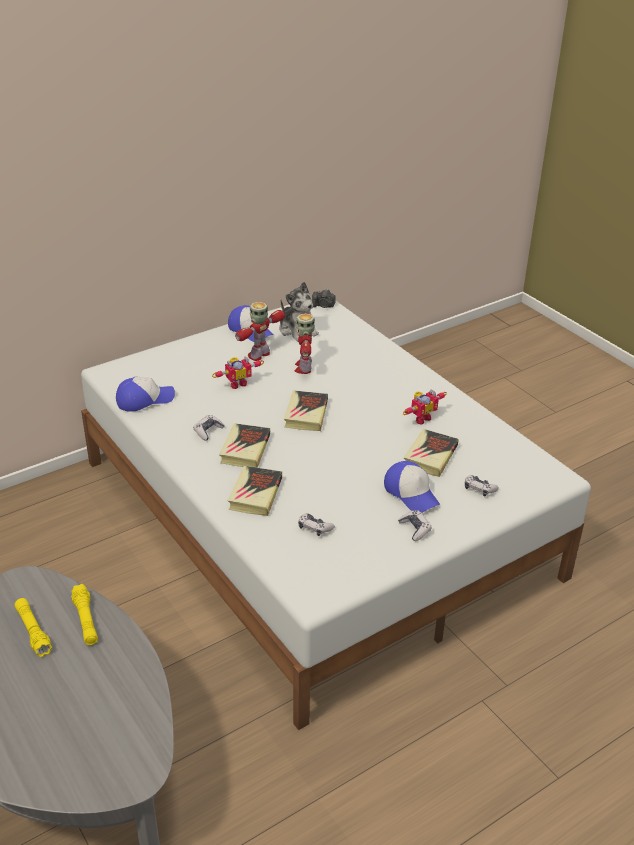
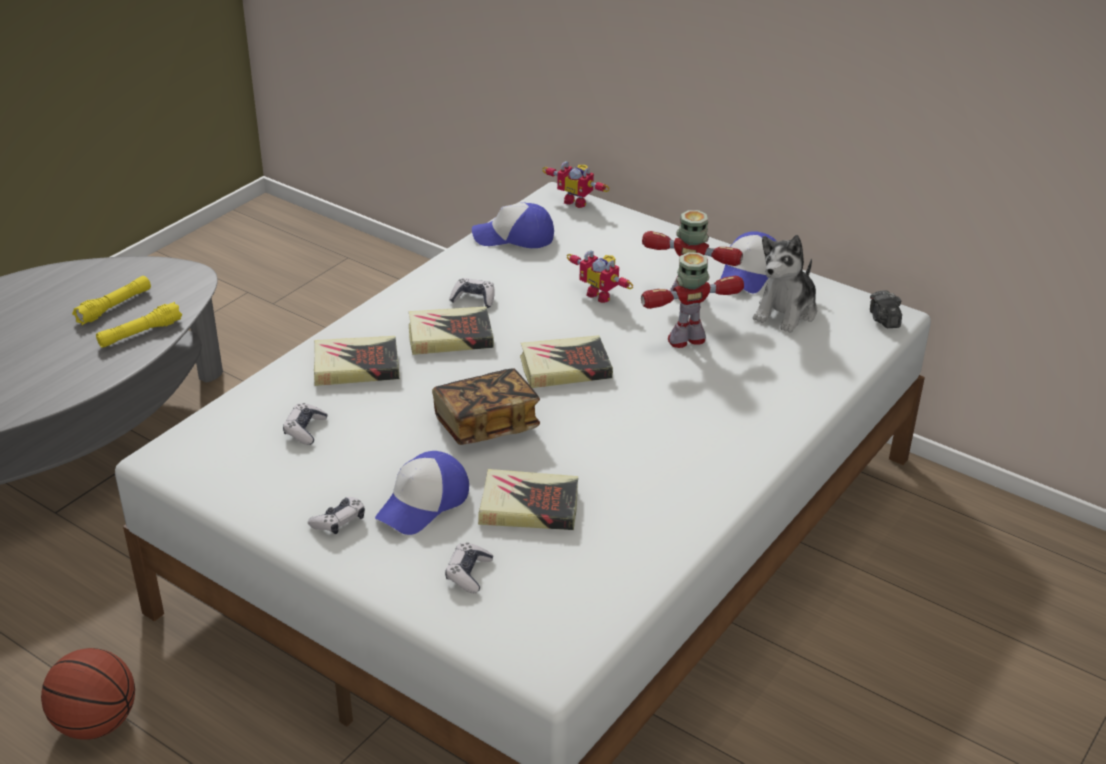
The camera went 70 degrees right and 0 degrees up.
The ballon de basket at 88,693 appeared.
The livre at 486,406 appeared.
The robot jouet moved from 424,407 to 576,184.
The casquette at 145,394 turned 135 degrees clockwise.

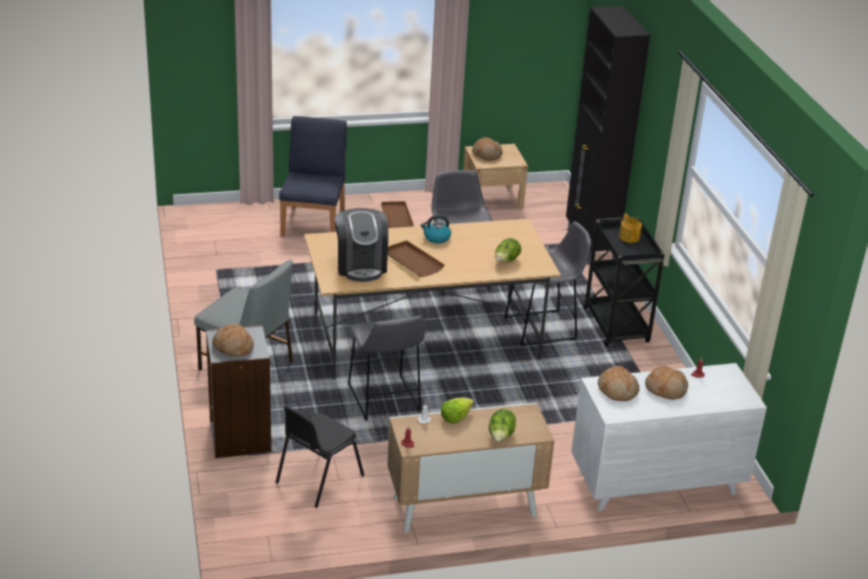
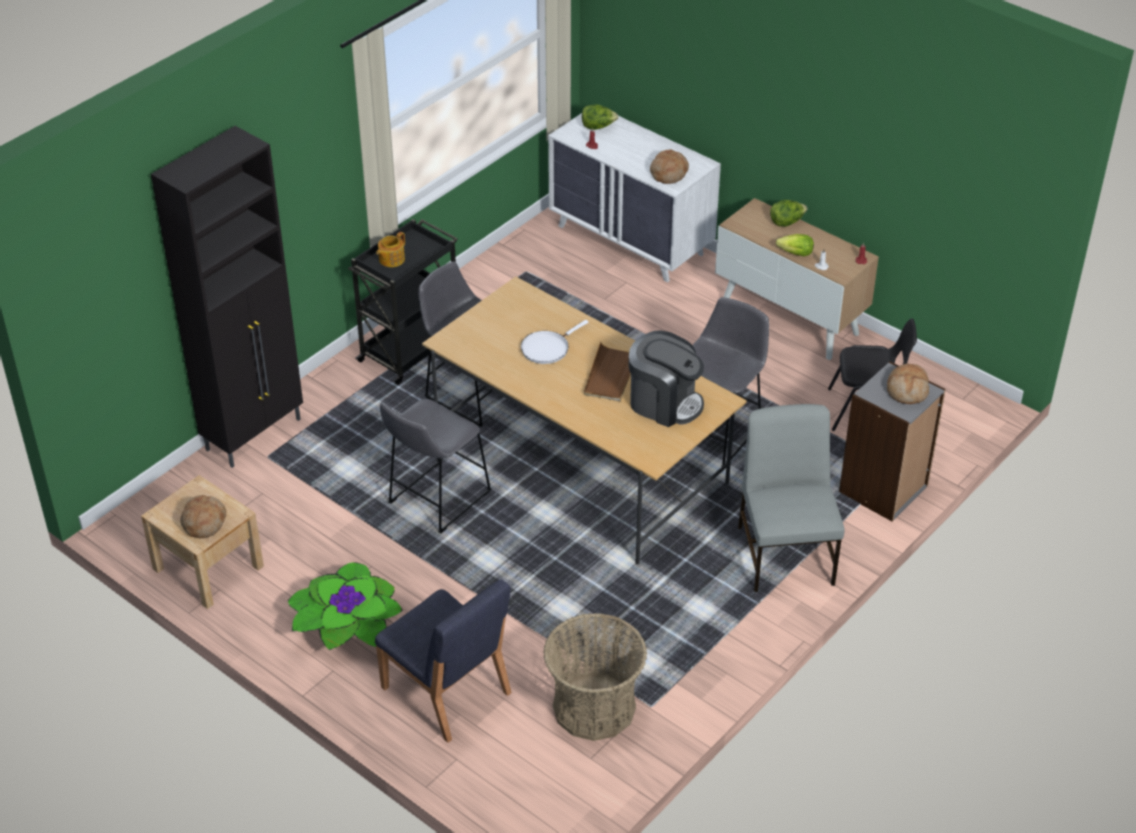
The camera went 125 degrees left and 10 degrees up.
The bouilloire at 435,229 disappeared.
The pain at 666,382 disappeared.
The poêle [blanc] at 555,342 appeared.
The panier at 595,677 appeared.
The laitue moved from 508,250 to 600,117.
The plateau [marron] at 397,214 was replaced by the plante en pot at 345,606.
The chaise [bleu] at 313,176 turned 105 degrees counterclockwise.
The machine à café at 361,245 turned 75 degrees clockwise.

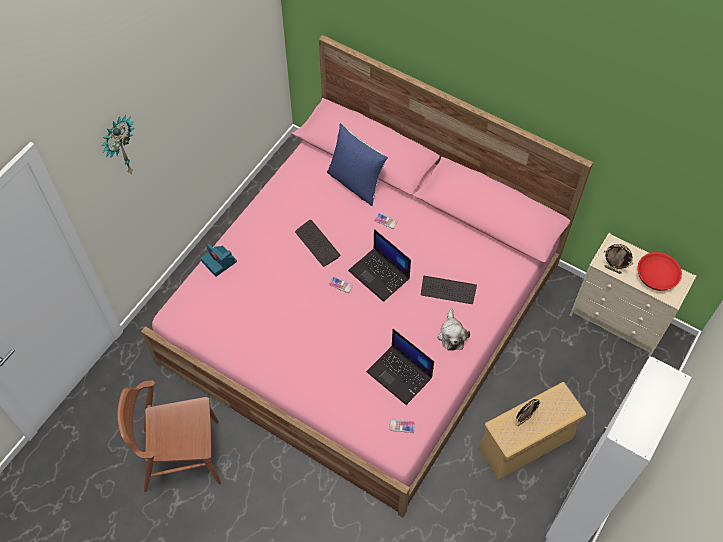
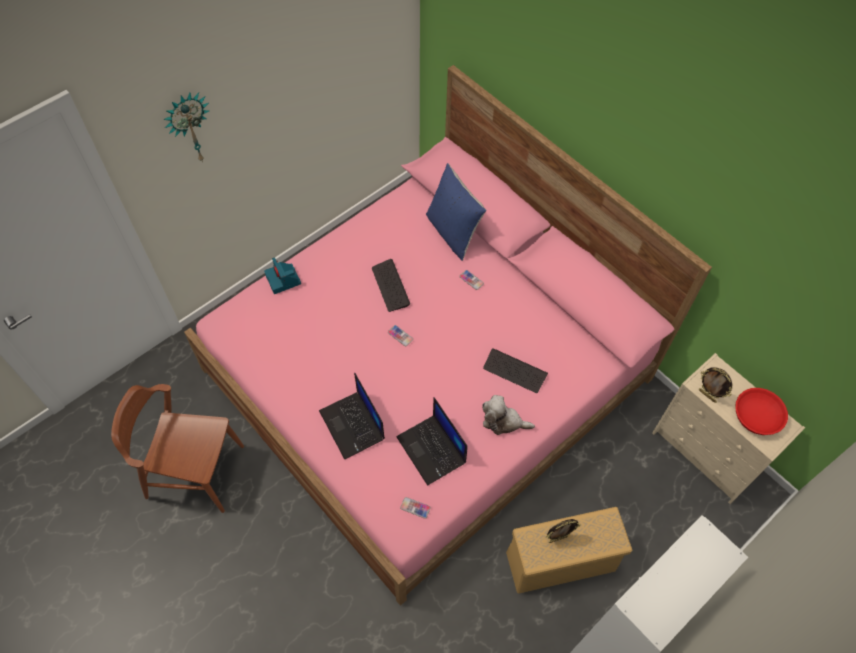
The camera went 15 degrees right and 0 degrees up.
The ordinateur portable moved from 379,265 to 352,416.
The peluche at 453,329 turned 90 degrees clockwise.

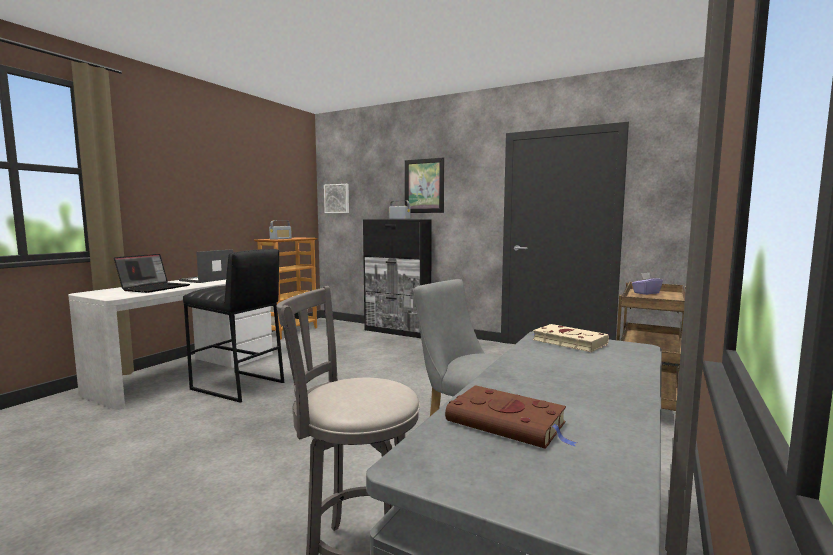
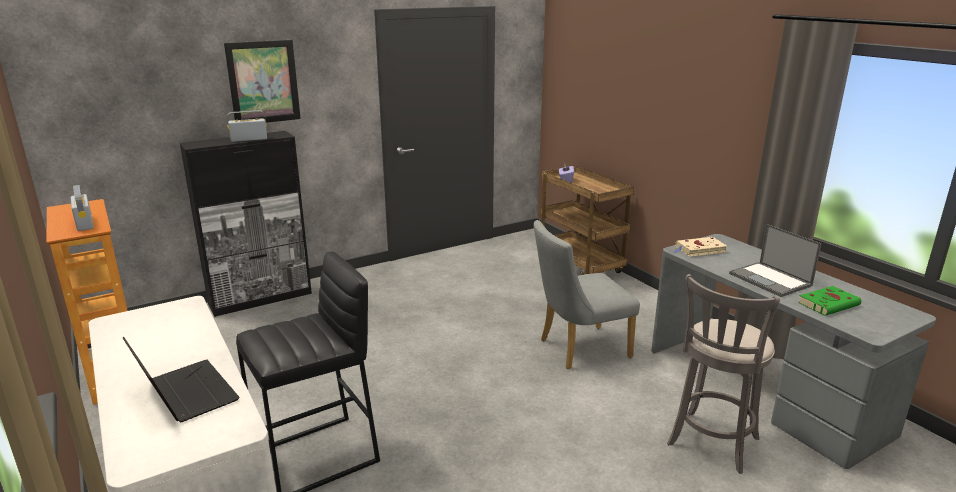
The camera went 60 degrees left and 15 degrees up.
The tableau at 336,198 disappeared.
The ordinateur portable moved from 206,266 to 775,260.
The livre [marron] at 511,417 became the livre [vert] at 829,301.

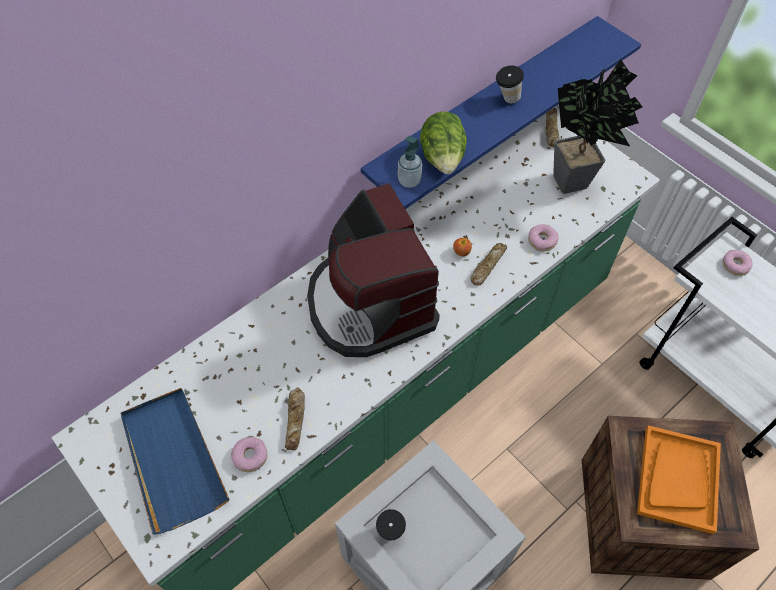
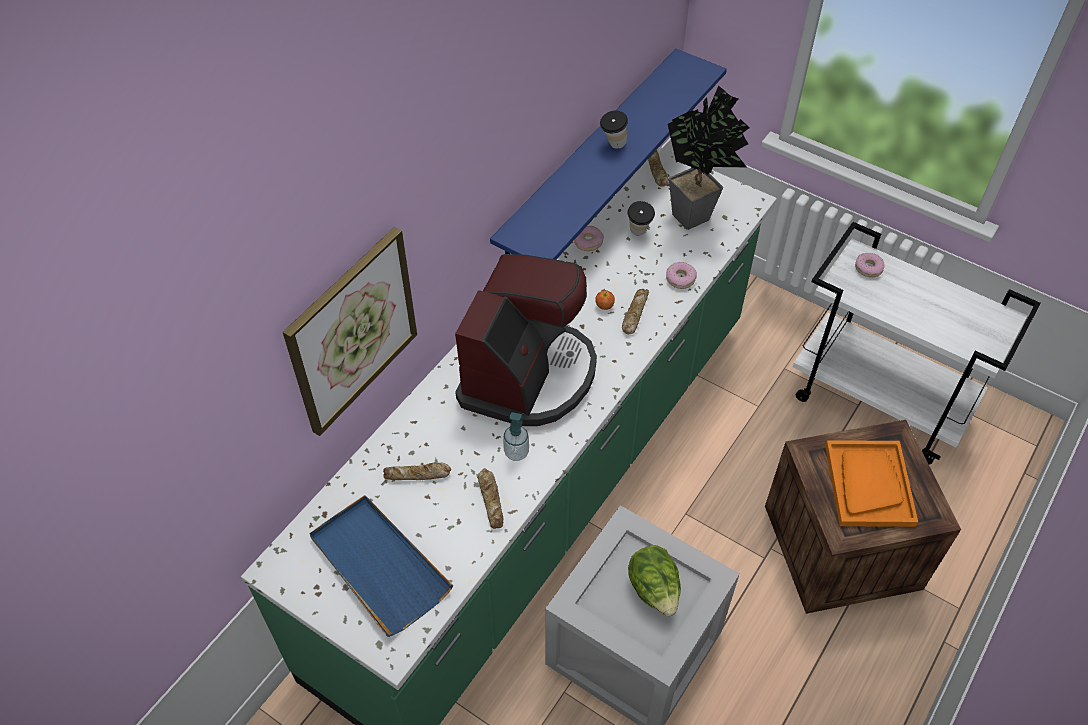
The camera went 15 degrees left and 5 degrees down.
The tableau at 350,331 appeared.
The pain at 417,471 appeared.
The beignet moved from 249,454 to 589,238.
The tasse moved from 391,525 to 641,218.
The distributeur de savon moved from 410,162 to 516,436.
The laitue moved from 443,142 to 654,580.
The machine à café at 373,270 turned 120 degrees counterclockwise.

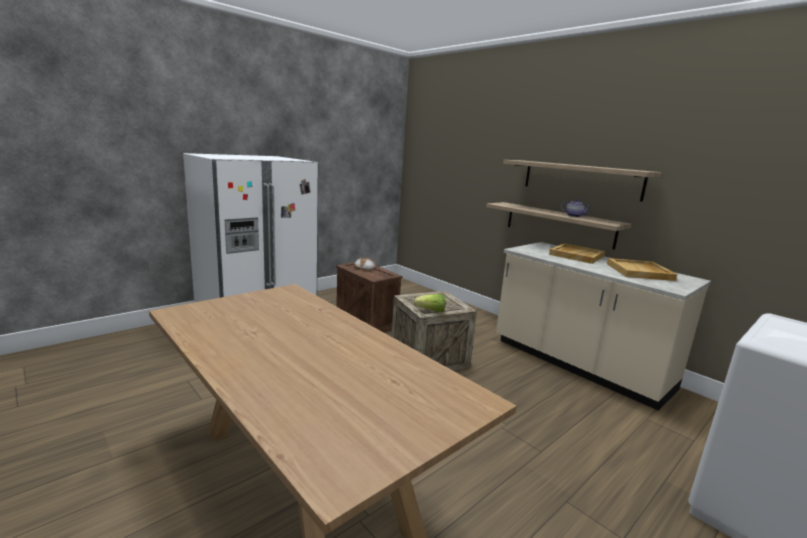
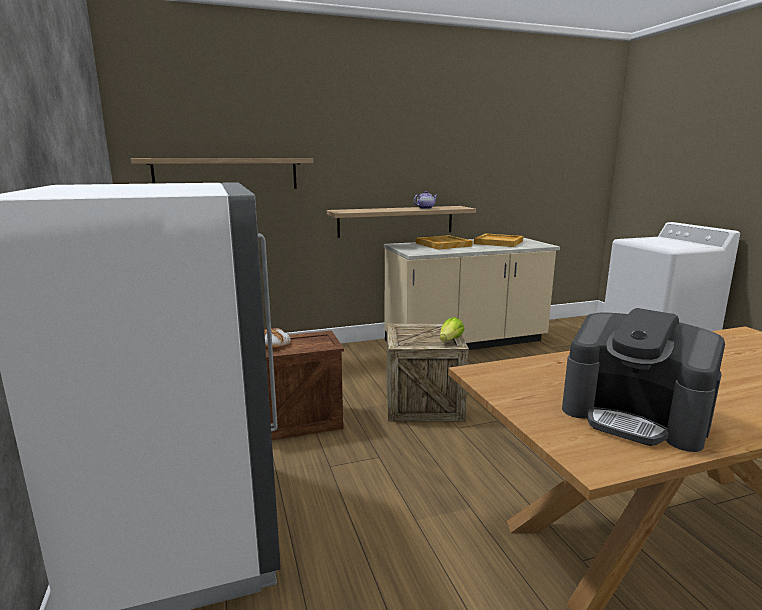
The camera went 65 degrees left and 0 degrees up.
The machine à café at 643,380 appeared.
The étagère moved from 582,181 to 222,173.

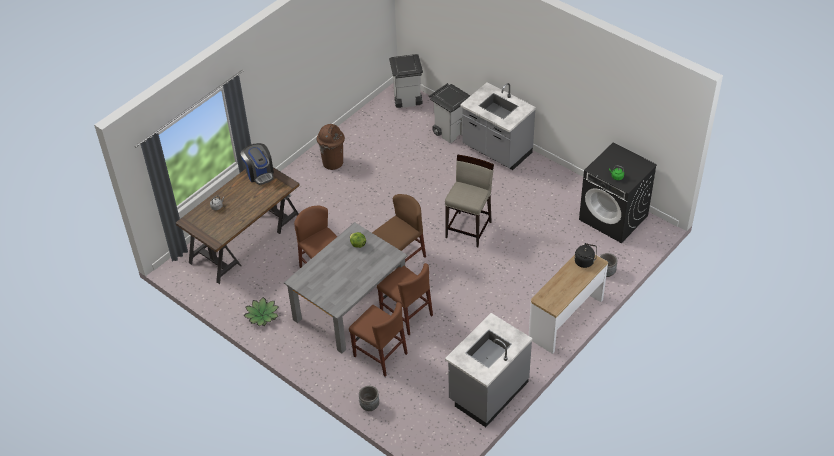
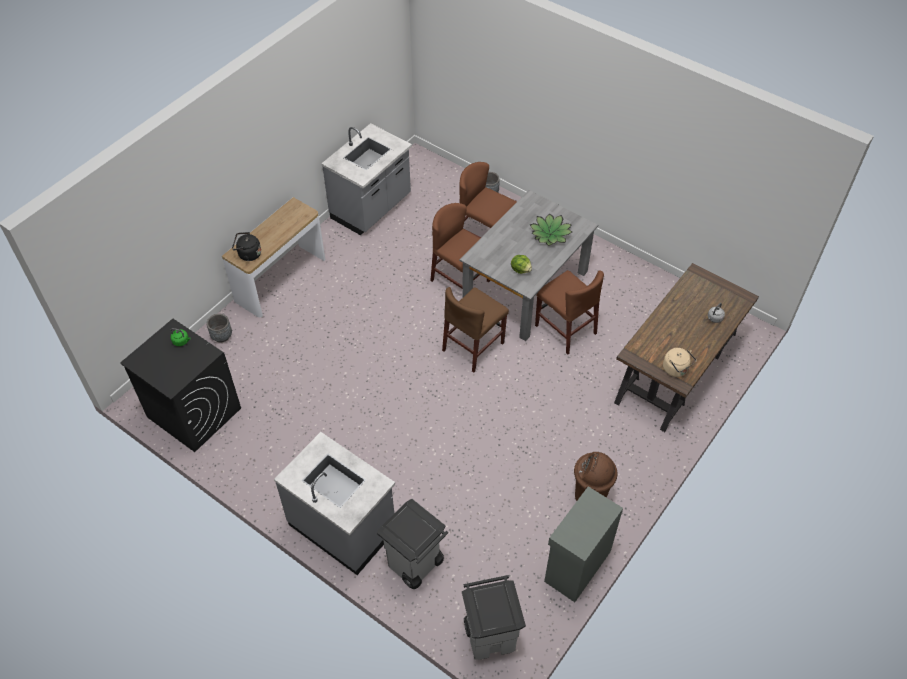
The camera went 175 degrees right and 5 degrees up.
The tabouret [beige] at 469,201 disappeared.
The meuble de rangement [gris] at 583,544 appeared.
The plante en pot moved from 261,311 to 551,230.
The machine à café at 257,164 was replaced by the bouilloire [beige] at 680,362.

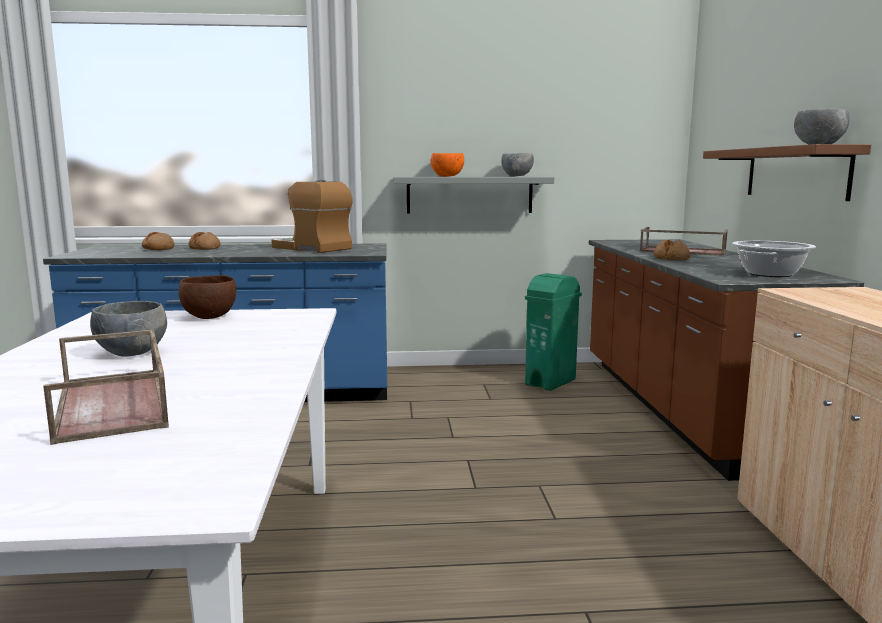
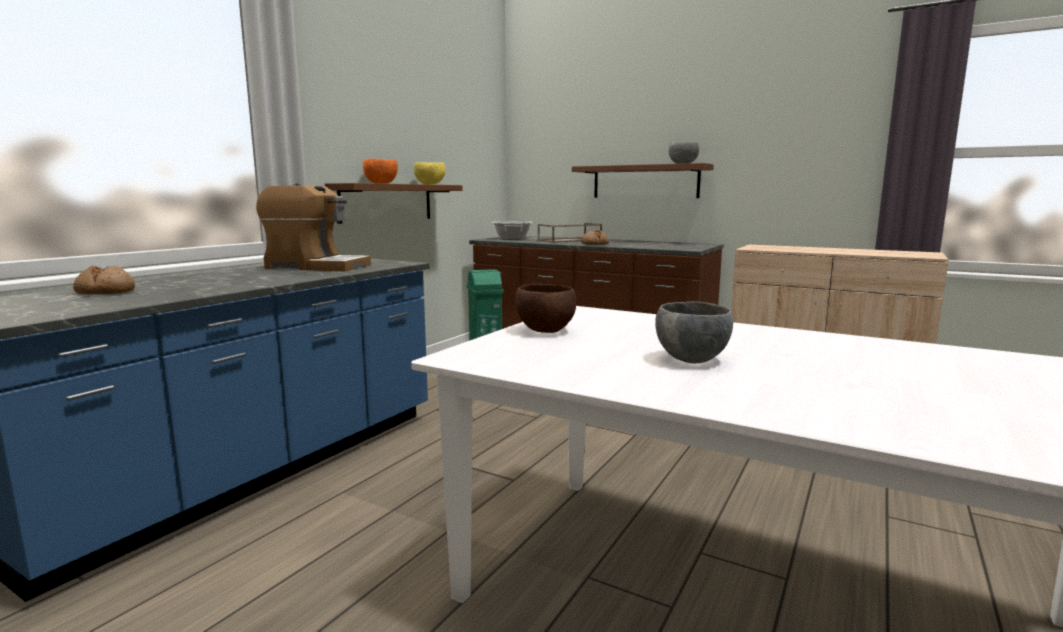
The camera went 55 degrees left and 0 degrees up.
The plateau [marron] at 106,387 disappeared.
The pain at 205,241 disappeared.
The marmite moved from 774,259 to 512,230.
The étagère [gris] at 473,195 became the étagère [marron] at 394,203.
The bol [gris] at 517,165 became the bol [jaune] at 430,173.
The machine à café at 312,216 turned 150 degrees counterclockwise.

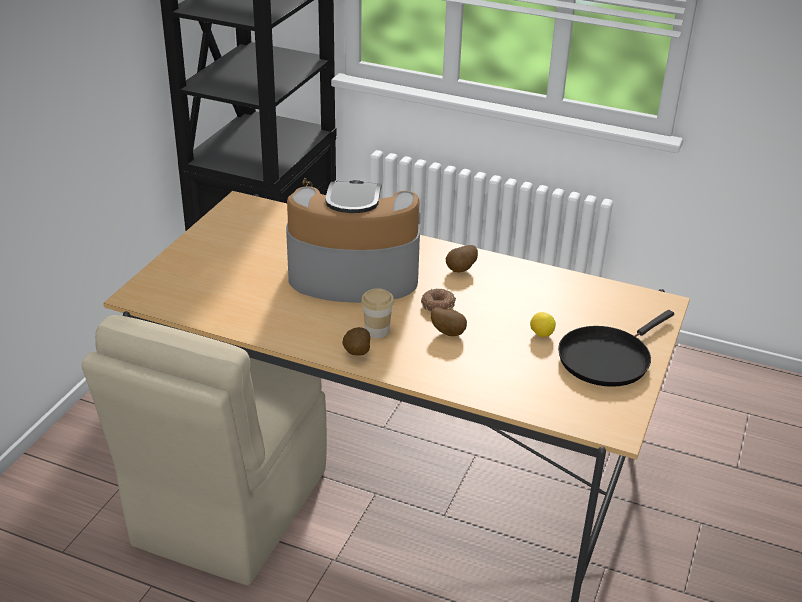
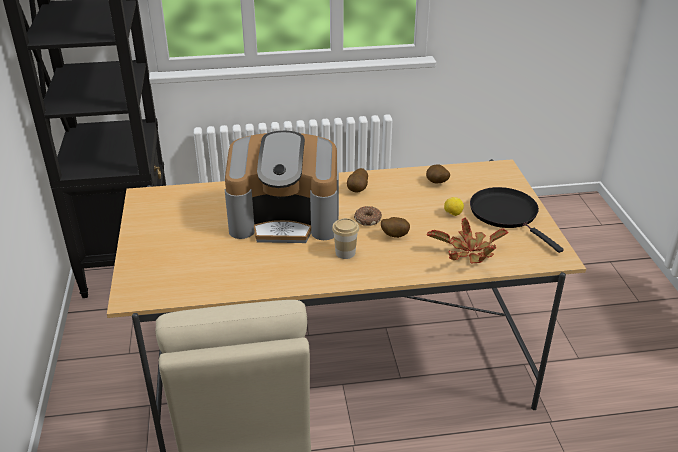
The camera went 30 degrees left and 0 degrees up.
The plante en pot at 468,240 appeared.
The pomme de terre moved from 356,341 to 438,174.
The machine à café at 353,241 turned 150 degrees counterclockwise.
The poêle [noir] at 616,348 turned 135 degrees clockwise.

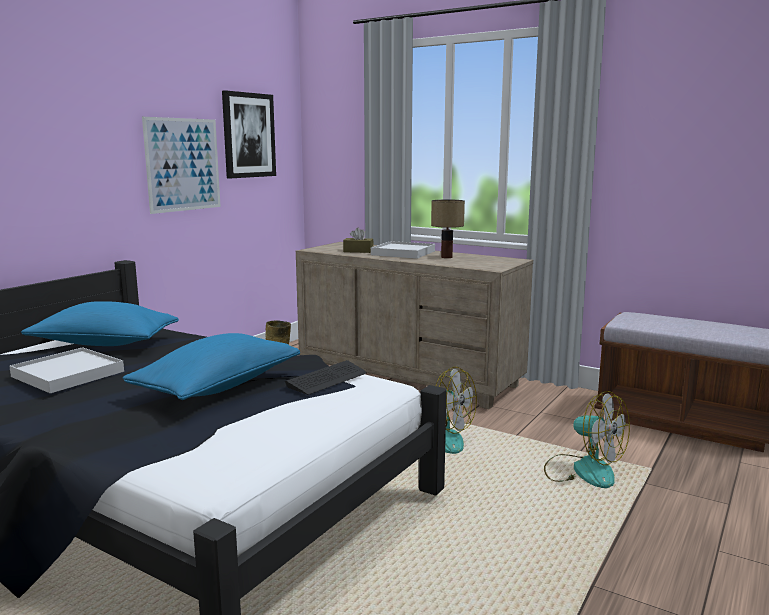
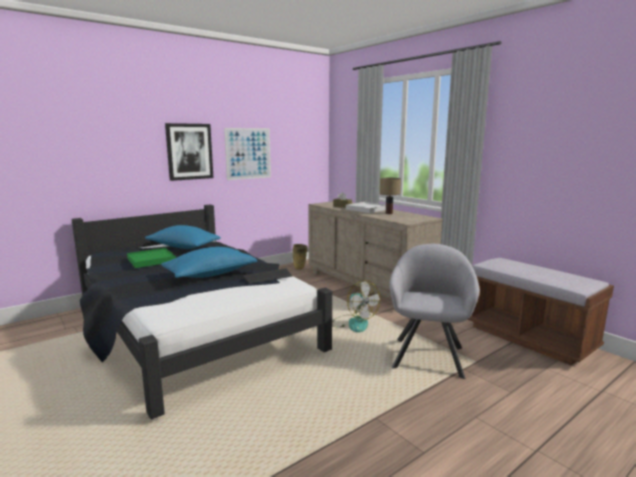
The camera went 20 degrees right and 0 degrees up.
The tableau moved from 249,134 to 189,152.
The ventilateur at 587,439 was replaced by the fauteuil [gris] at 434,311.
The plateau [blanc] at 66,370 became the plateau [vert] at 151,258.

